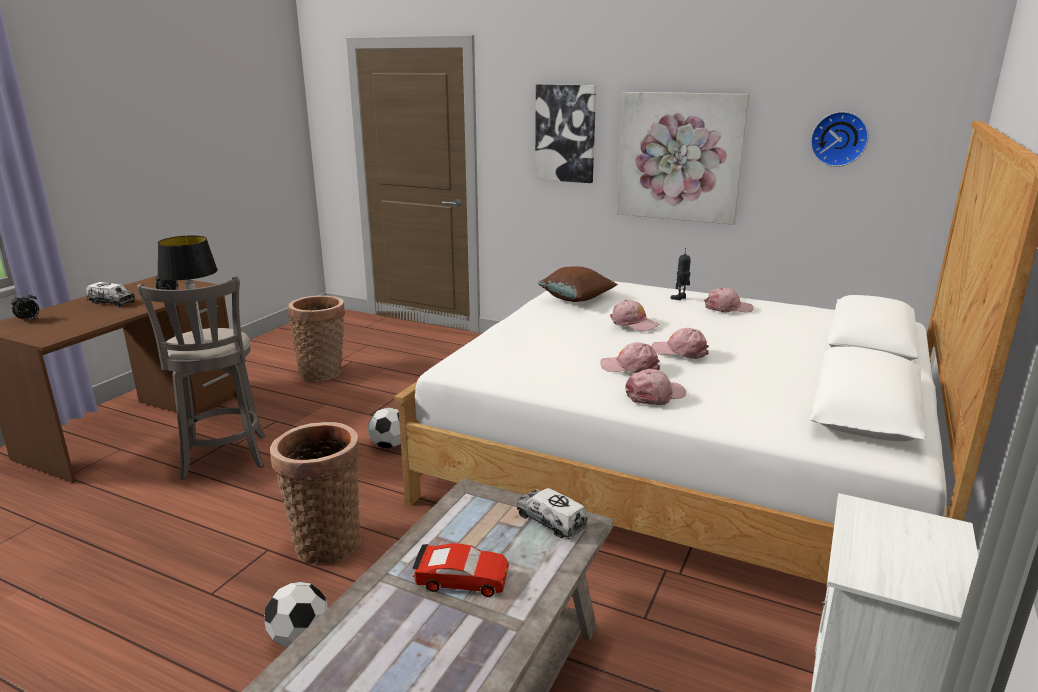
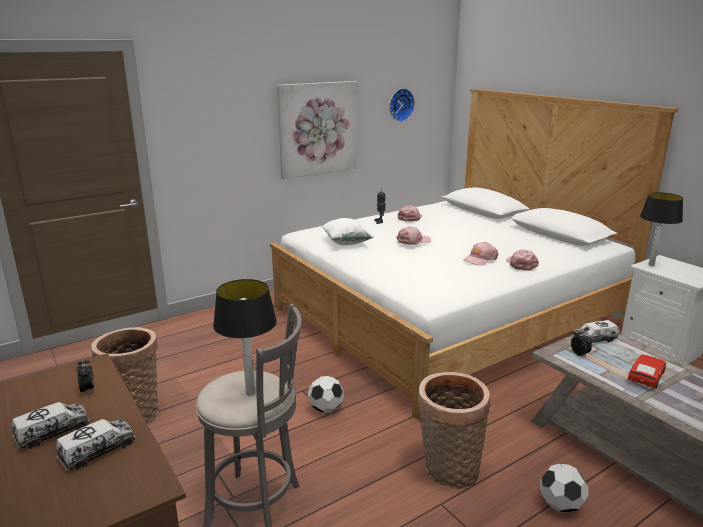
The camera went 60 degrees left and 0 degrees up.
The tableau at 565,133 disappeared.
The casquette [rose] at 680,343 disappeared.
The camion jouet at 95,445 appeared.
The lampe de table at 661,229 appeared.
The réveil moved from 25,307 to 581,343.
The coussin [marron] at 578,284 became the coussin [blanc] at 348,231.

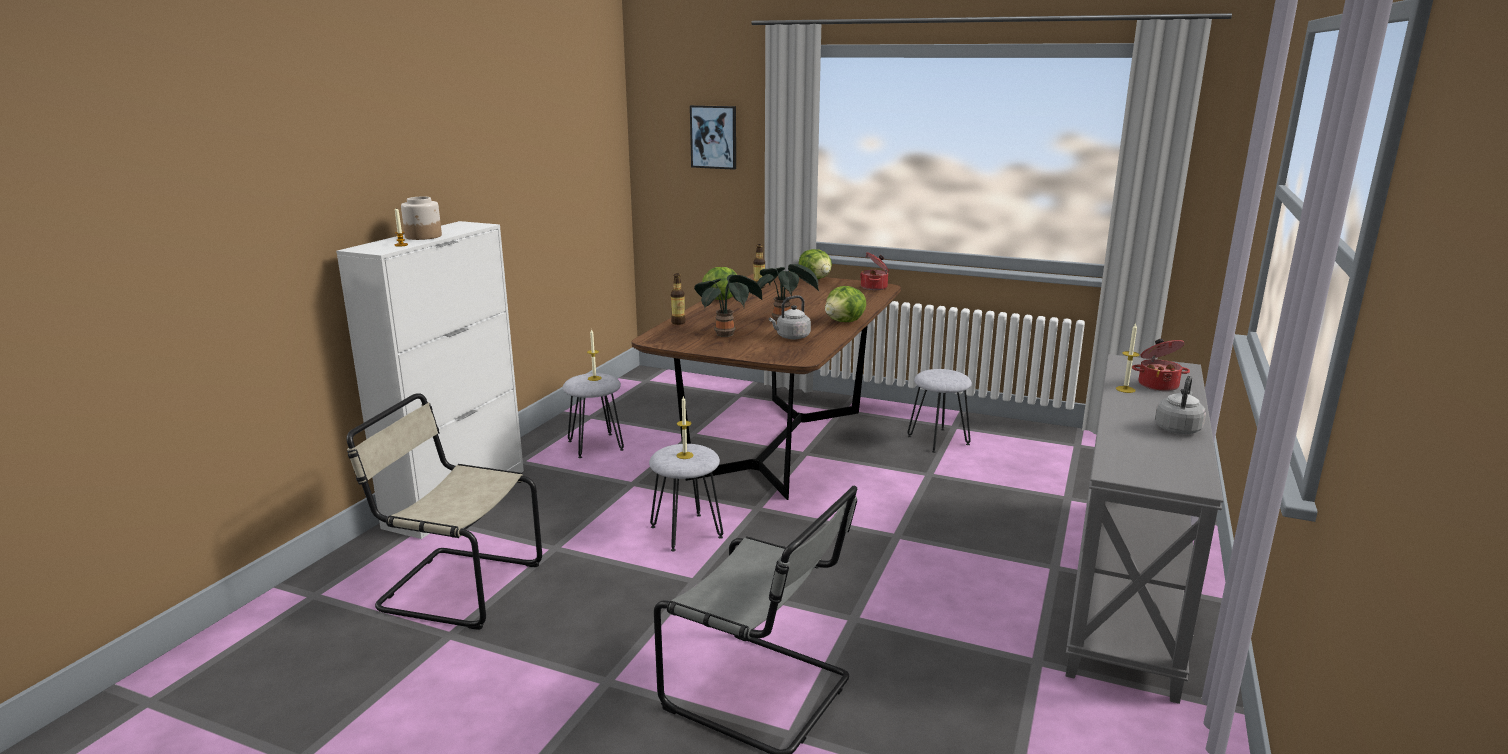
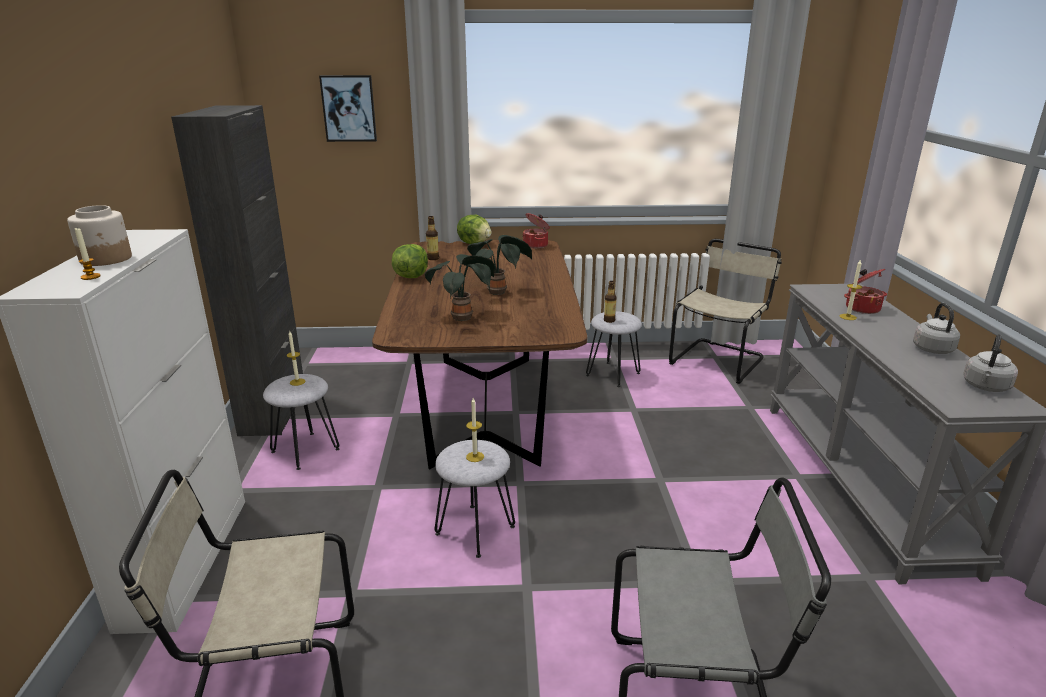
The camera went 25 degrees left and 5 degrees up.
The laitue at 846,304 disappeared.
The meuble de rangement [noir] at 237,270 appeared.
The chaise [beige] at 725,311 appeared.
The bouteille moved from 678,299 to 610,302.
The bouilloire [gris] moved from 790,317 to 990,363.

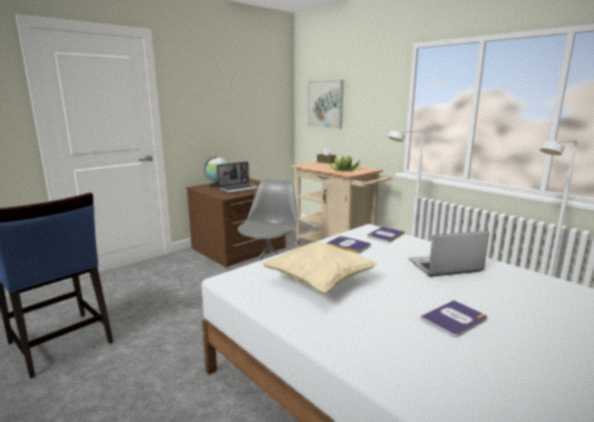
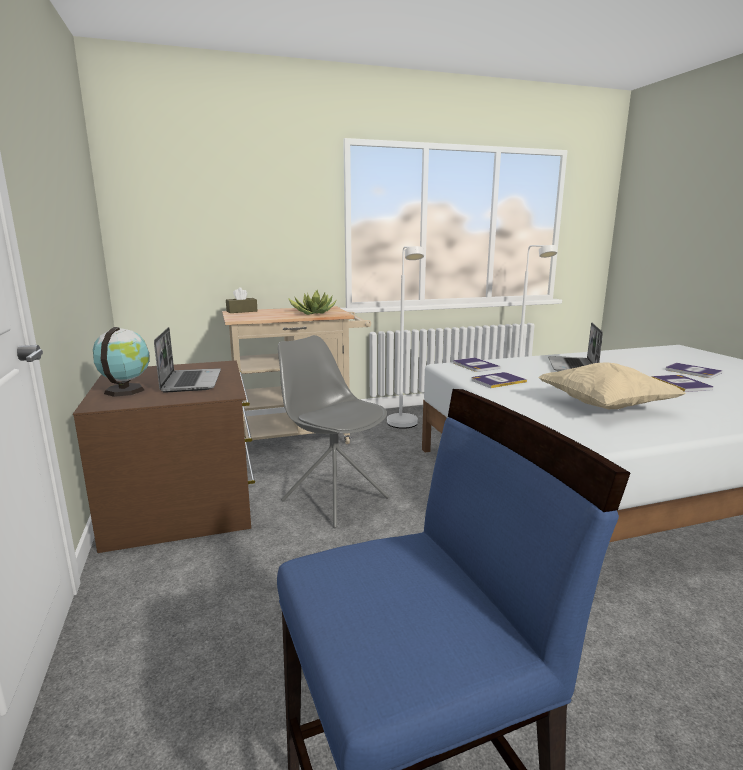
The camera went 65 degrees left and 0 degrees up.
The tableau at 325,104 disappeared.
The livre at 694,370 appeared.

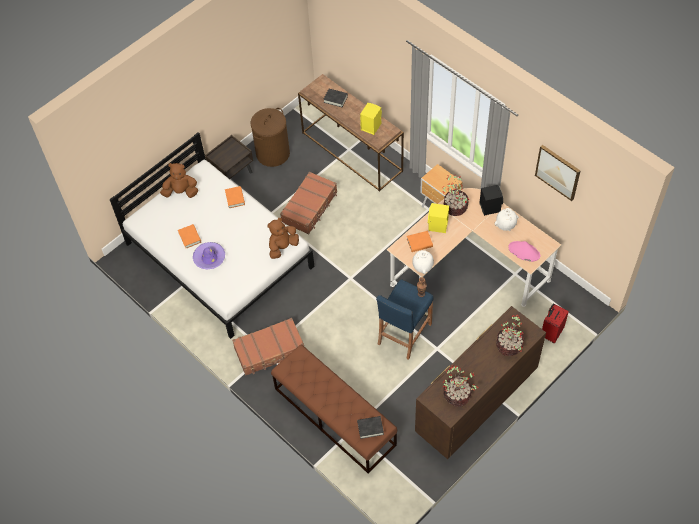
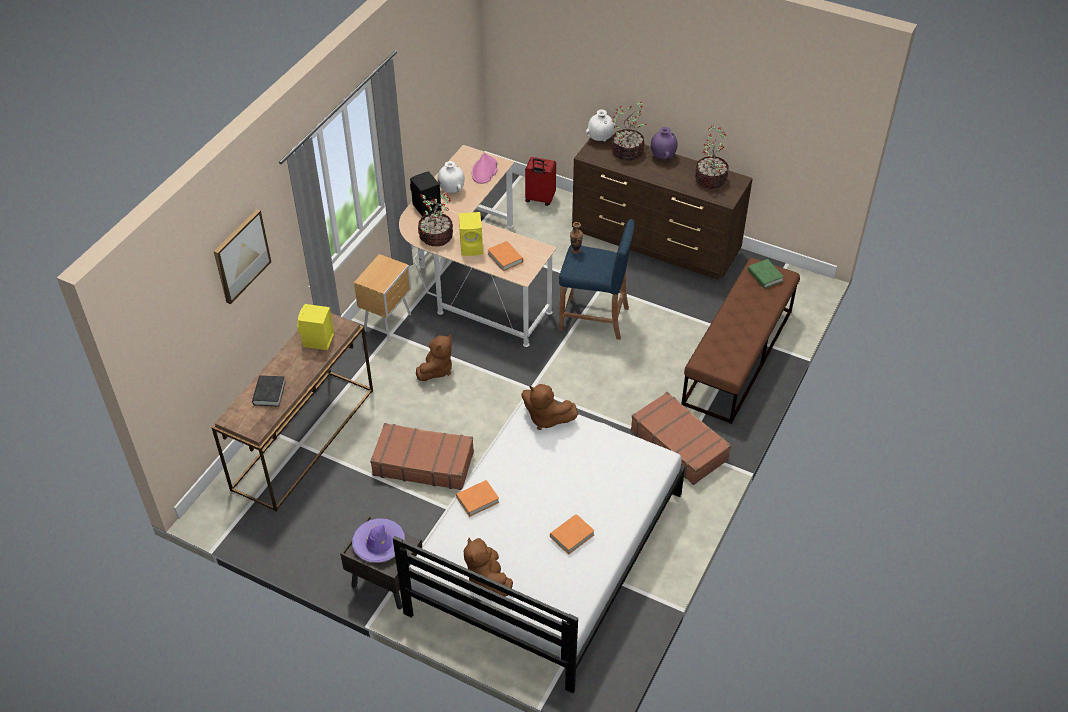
The camera went 110 degrees left and 10 degrees down.
The panier à linge [marron] at 270,137 disappeared.
The peluche [marron] at 434,358 appeared.
The vase [violet] at 664,143 appeared.
The chapeau [violet] moved from 209,256 to 378,540.
The vase [blanc] moved from 423,262 to 601,125.
The tableau moved from 557,173 to 242,256.
The livre [noir] at 370,427 became the livre [vert] at 766,273.

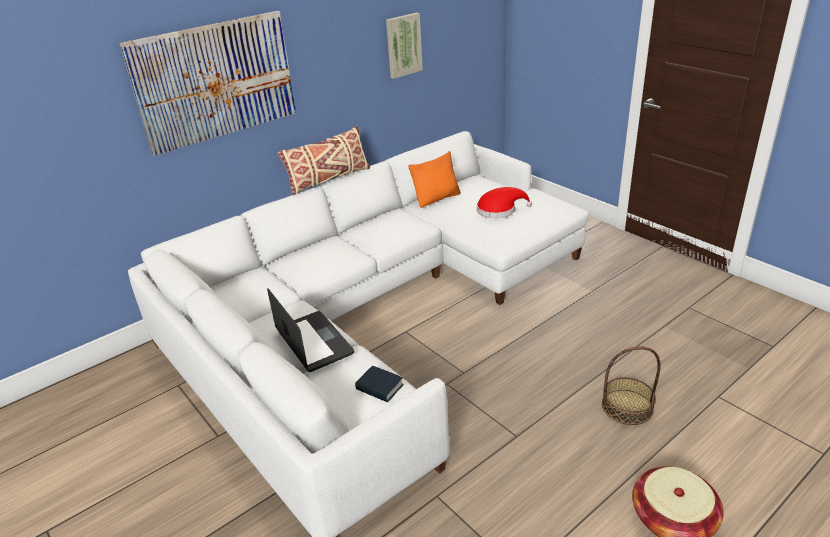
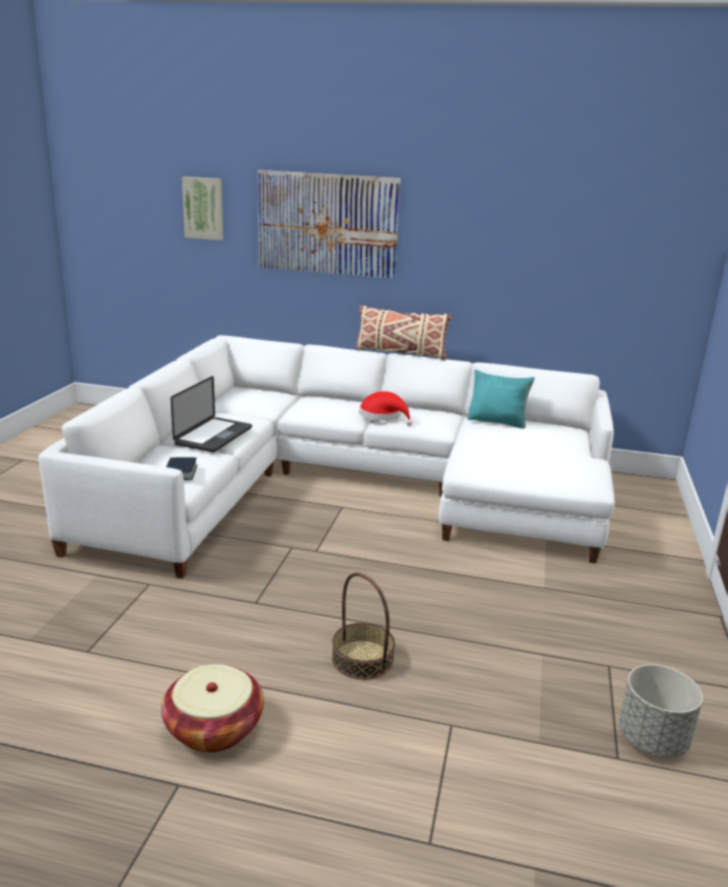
The camera went 50 degrees right and 10 degrees down.
The cache-pot [gris] at 661,711 appeared.
The tableau moved from 404,46 to 202,208.
The chapeau [rouge] moved from 504,202 to 386,408.
The coussin [orange] at 434,179 became the coussin [turquoise] at 501,399.

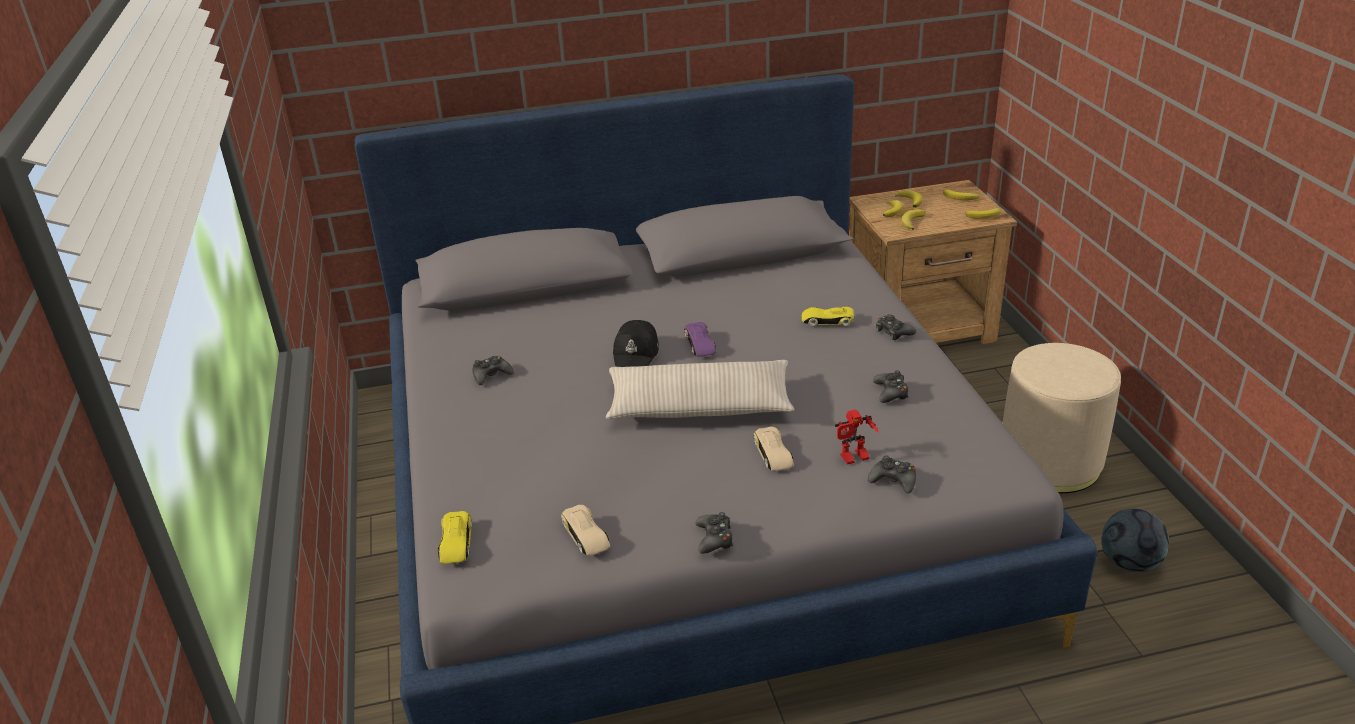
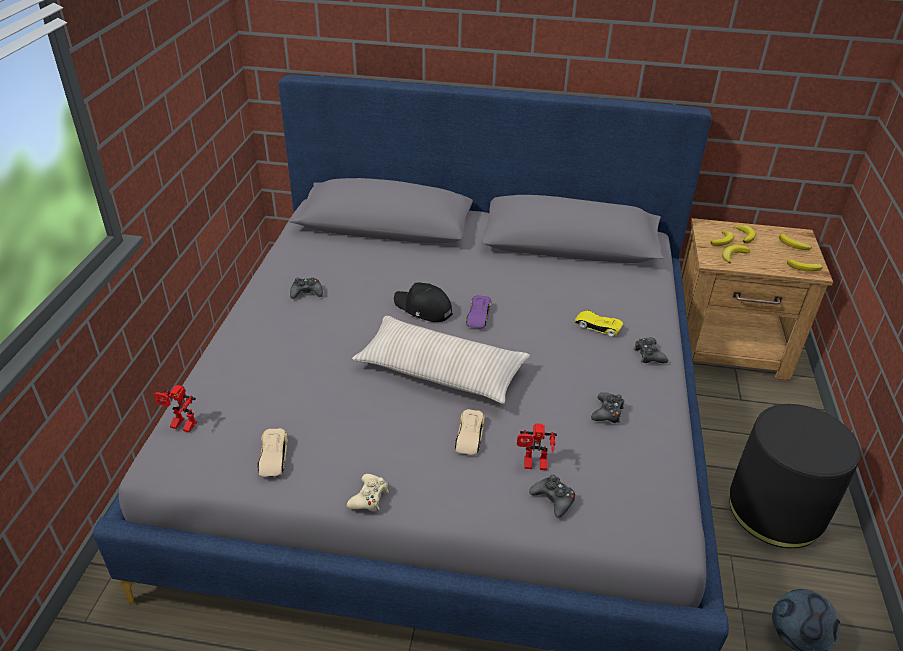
The camera went 20 degrees right and 5 degrees up.
The petite voiture [jaune] at 455,537 was replaced by the robot jouet at 175,408.
The manette [noir] at 714,533 became the manette [beige] at 368,492.
The pouf [beige] at 1062,418 became the pouf [noir] at 795,476.
The casquette [noir] at 636,343 turned 90 degrees clockwise.

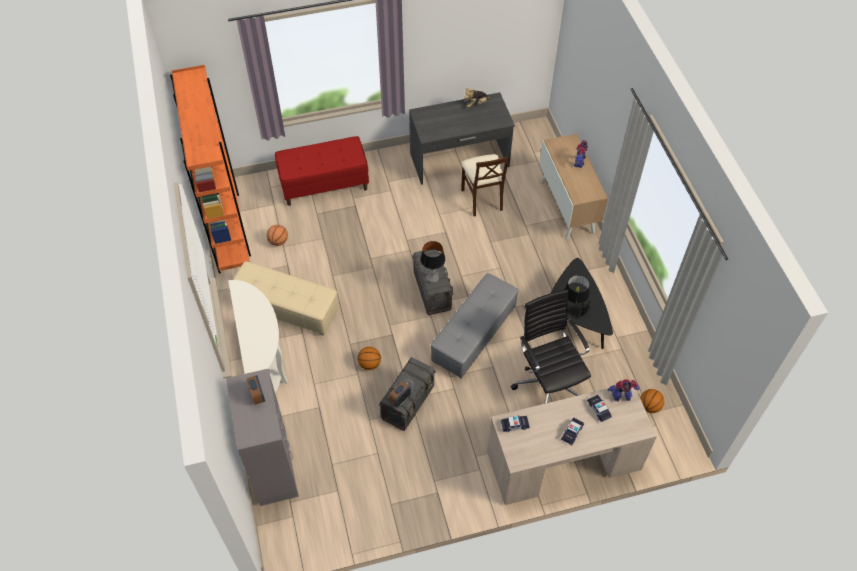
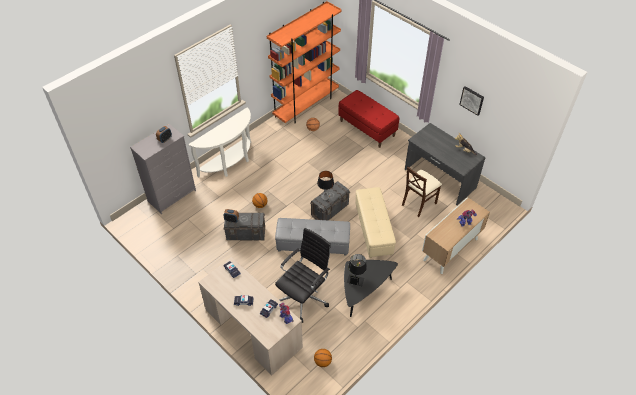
The camera went 60 degrees right and 5 degrees down.
The tableau at 471,101 appeared.
The pouf [beige] moved from 283,298 to 375,222.

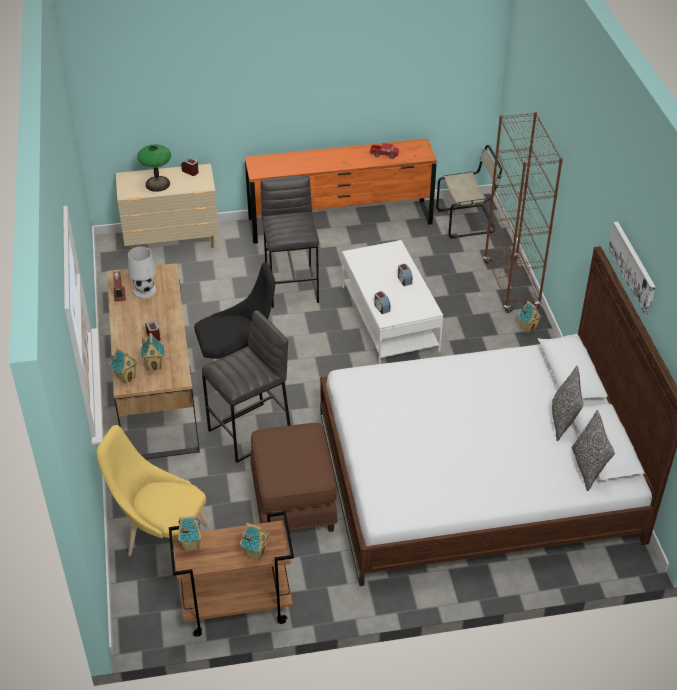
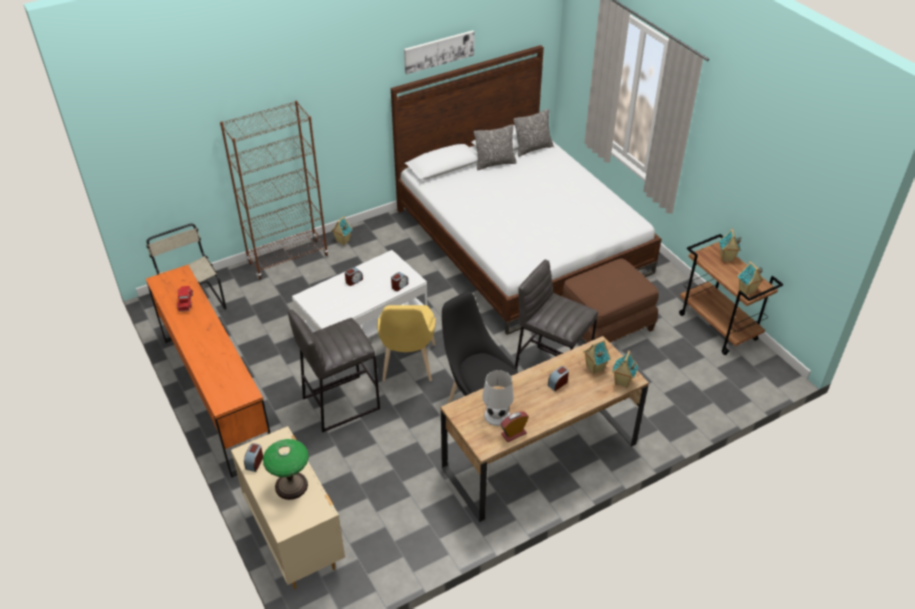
The camera went 110 degrees left and 0 degrees up.
The chaise [jaune] moved from 153,490 to 406,343.

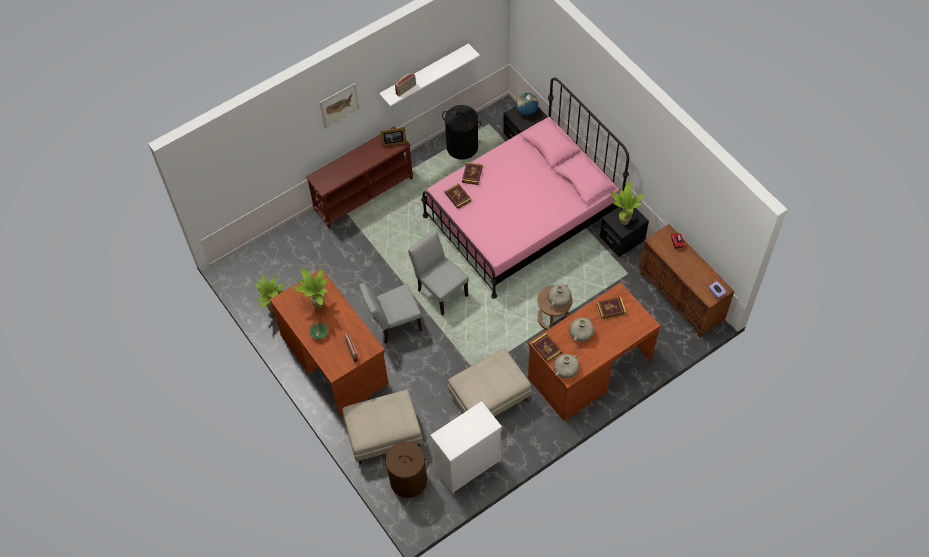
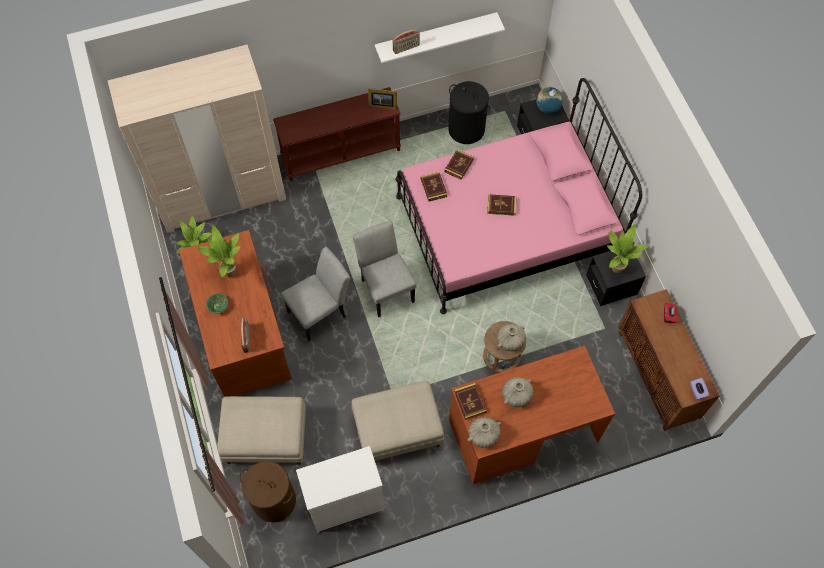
The camera went 15 degrees right and 5 degrees up.
The tableau at 339,106 disappeared.
The armoire [beige] at 197,139 appeared.
The livre moved from 611,308 to 501,205.
The chaise [gris] at 390,313 turned 150 degrees clockwise.

